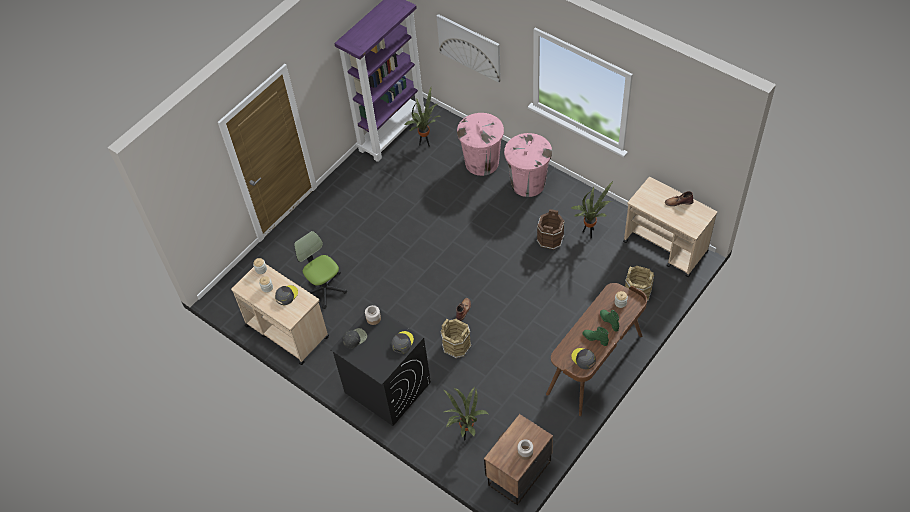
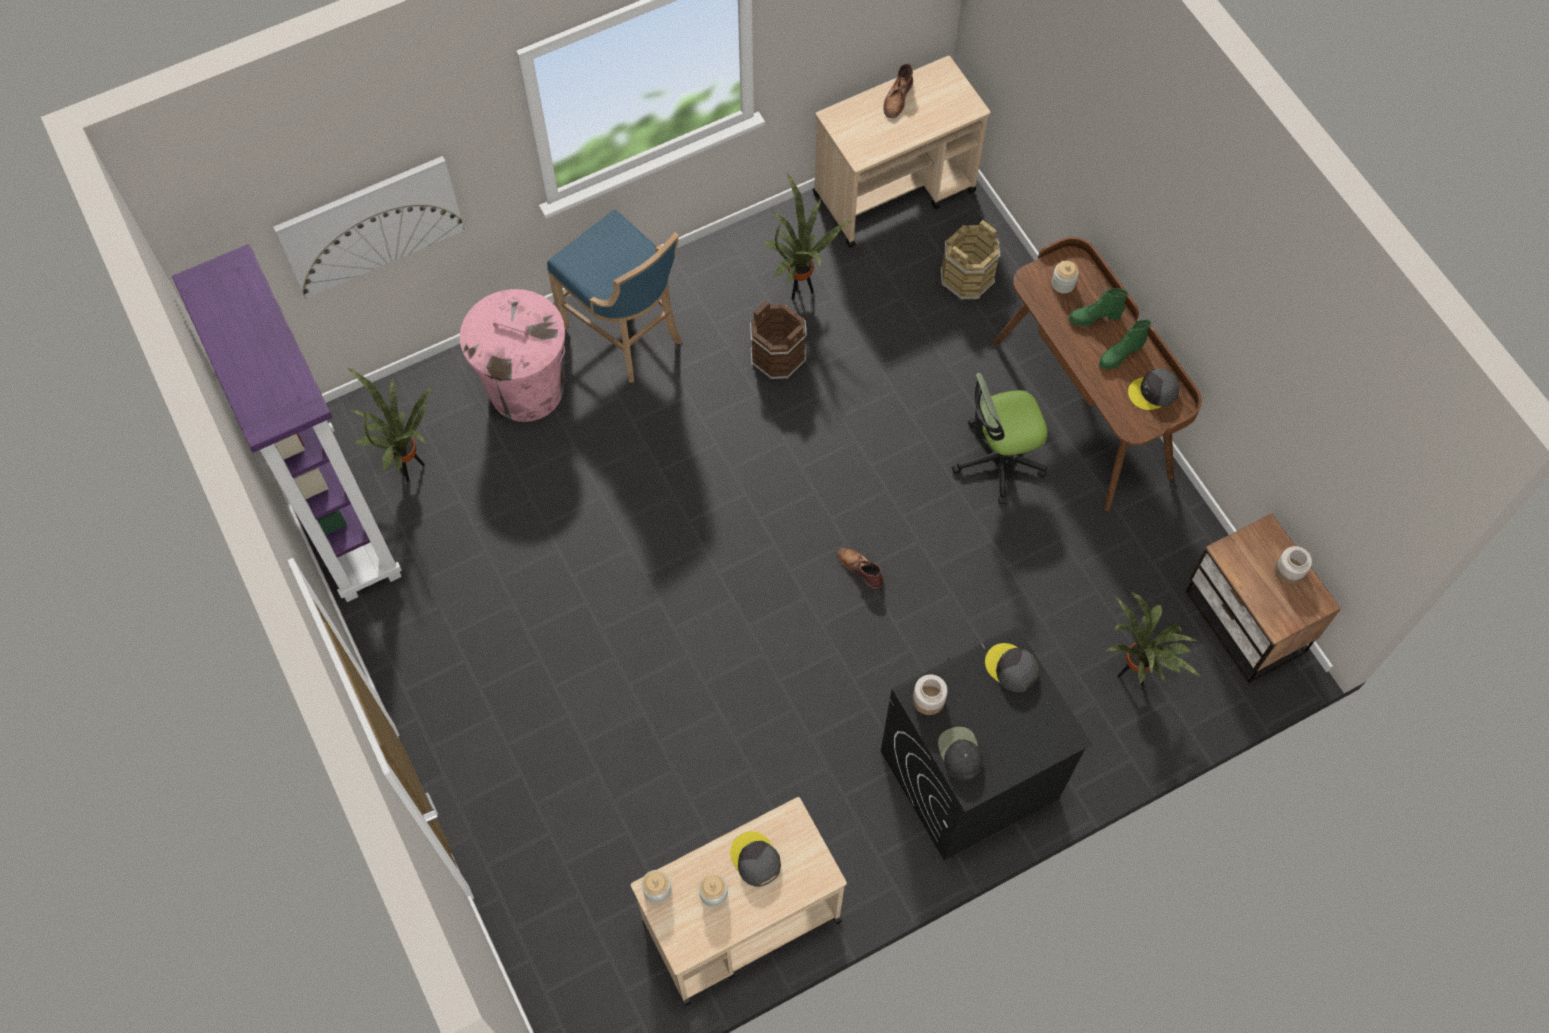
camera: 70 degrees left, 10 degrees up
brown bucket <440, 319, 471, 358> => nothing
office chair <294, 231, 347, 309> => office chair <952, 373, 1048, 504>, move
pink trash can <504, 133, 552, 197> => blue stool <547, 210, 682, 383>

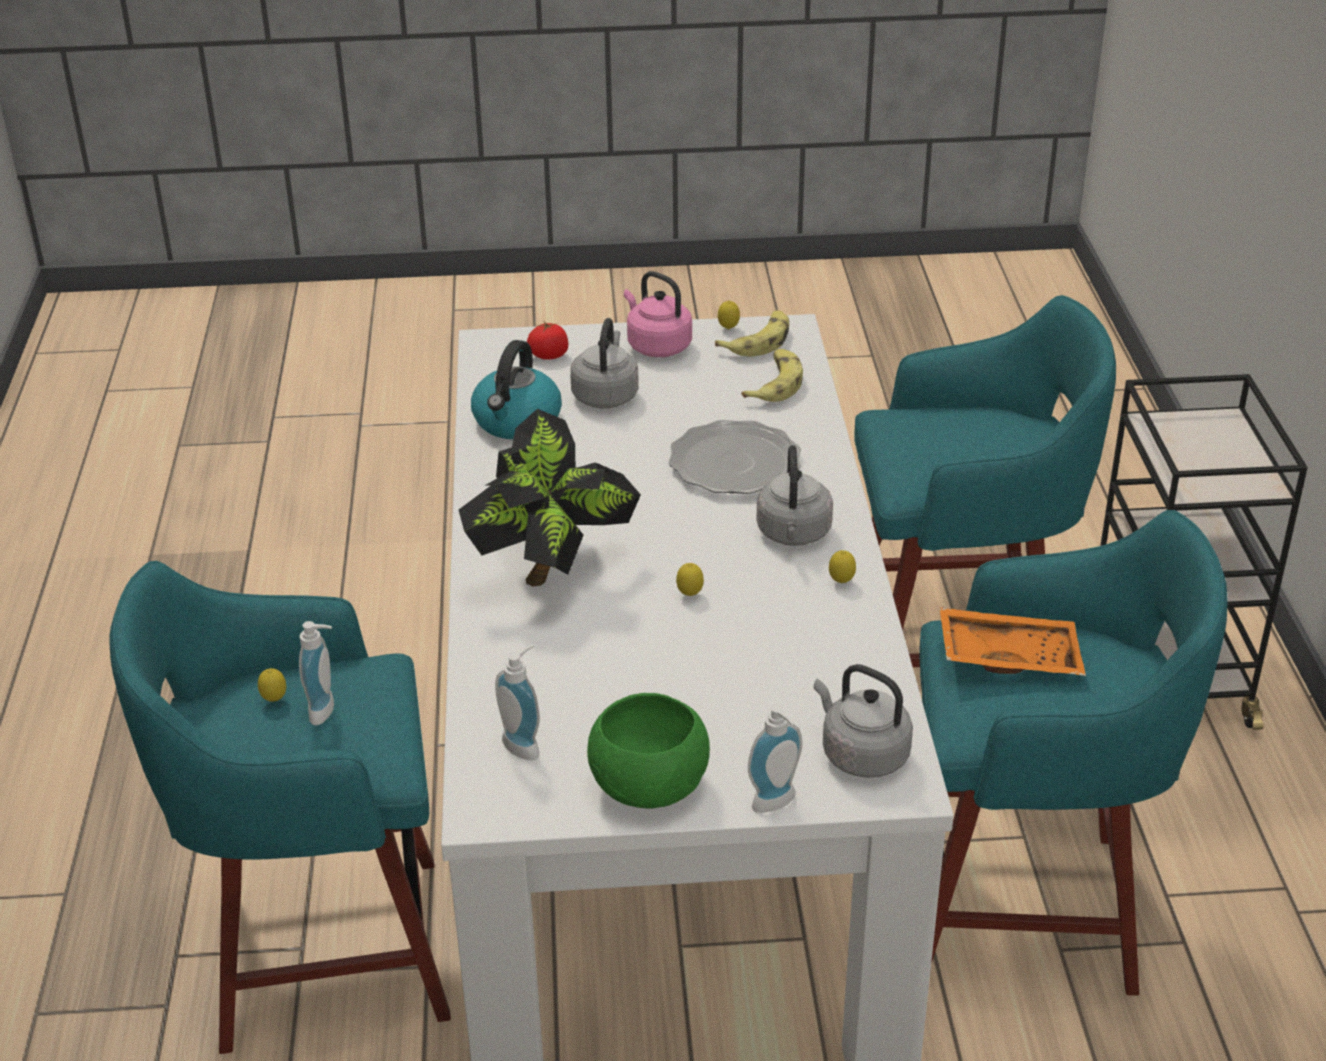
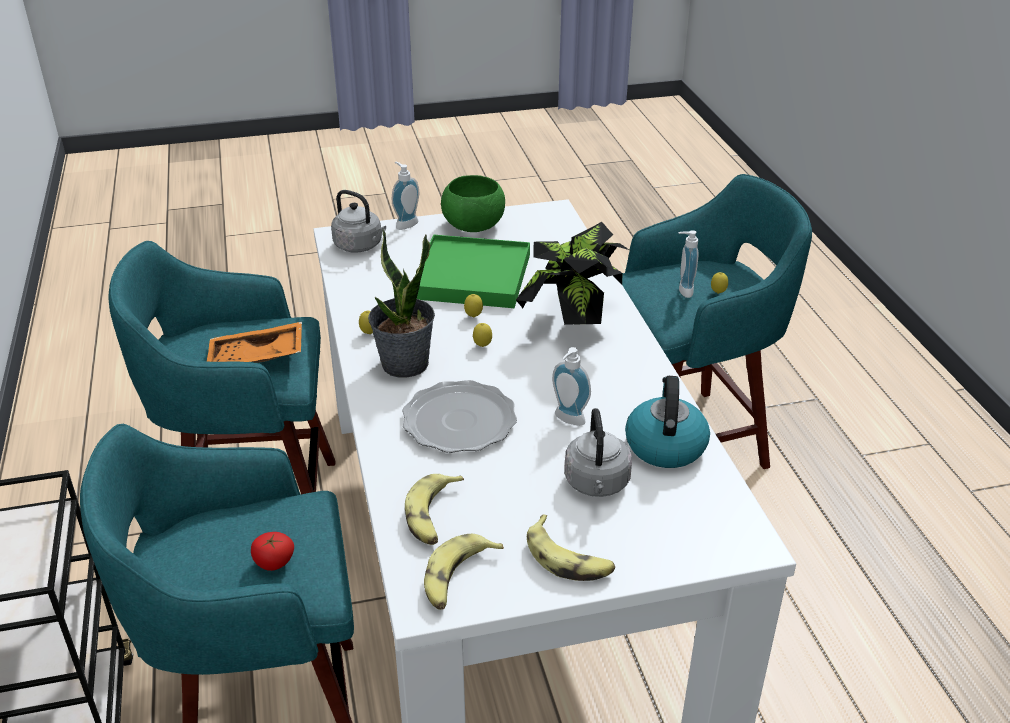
camera: 170 degrees right, 0 degrees up
nothing => green tray <415, 235, 530, 308>
soap dispenser <495, 644, 540, 760> => soap dispenser <552, 347, 591, 426>, move
tomato <527, 321, 568, 360> => tomato <251, 532, 294, 571>, move
lemon <718, 301, 740, 329> => lemon <473, 323, 492, 347>, move
pink kettle <624, 271, 692, 357> => banana <527, 515, 615, 581>
grey kettle <756, 445, 833, 546> => potted plant <368, 230, 435, 378>

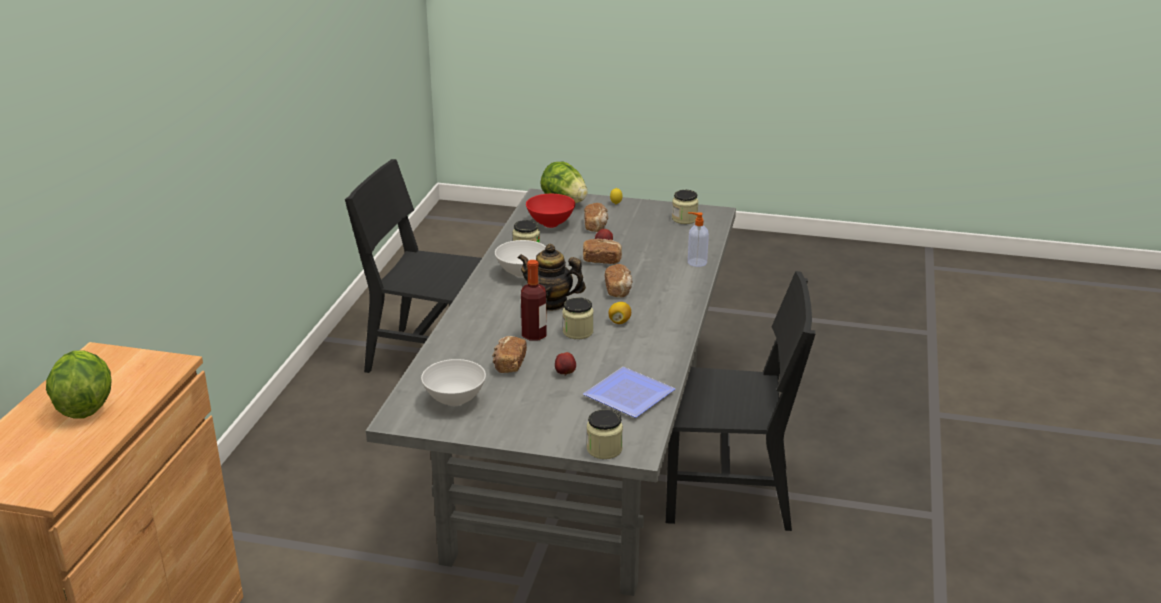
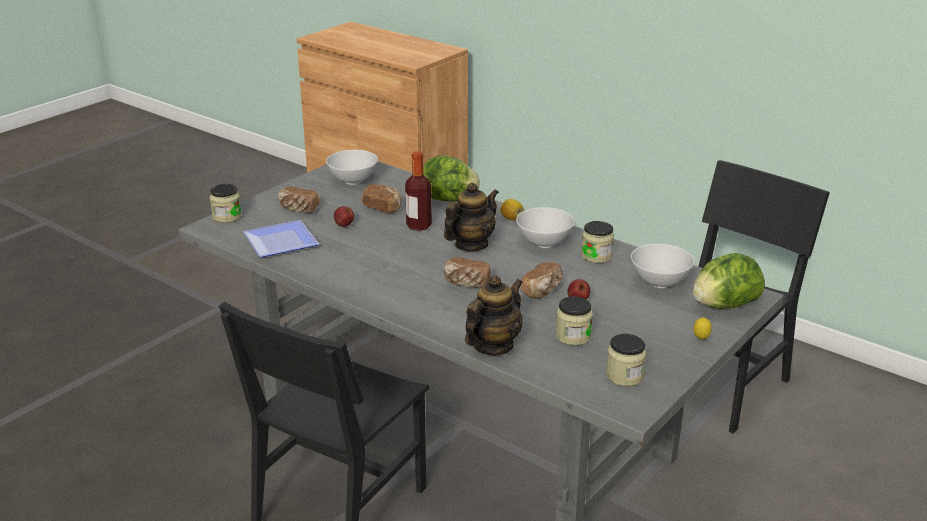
camera: 115 degrees right, 0 degrees up
lettuce <46, 351, 112, 419> => lettuce <423, 155, 480, 201>, move
jar <563, 297, 593, 339> => jar <556, 296, 593, 346>, move
bread <584, 203, 608, 232> => bread <278, 187, 320, 213>, move
lemon <608, 302, 631, 324> => lemon <500, 199, 524, 220>, move
soap dispenser <688, 212, 709, 267> => teapot <465, 275, 523, 355>
red bowl <526, 194, 575, 228> => white bowl <631, 244, 694, 288>

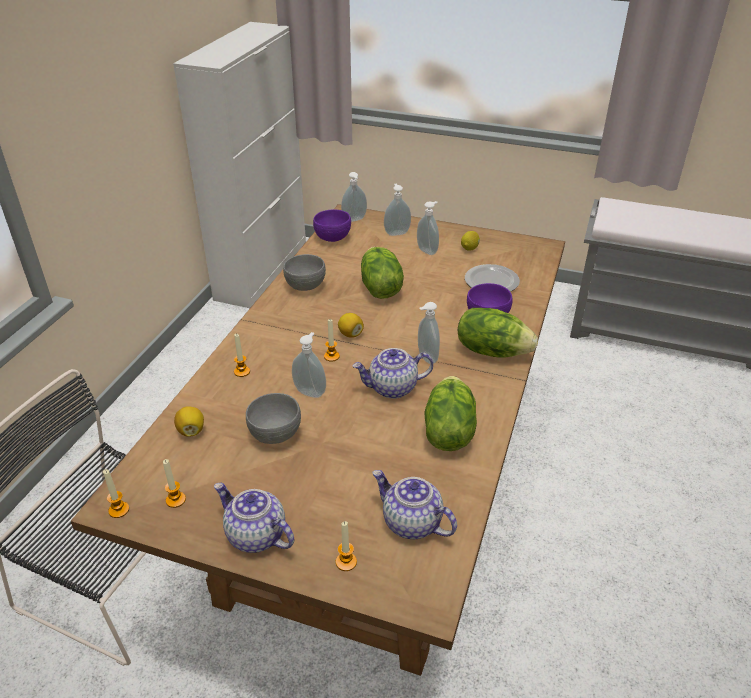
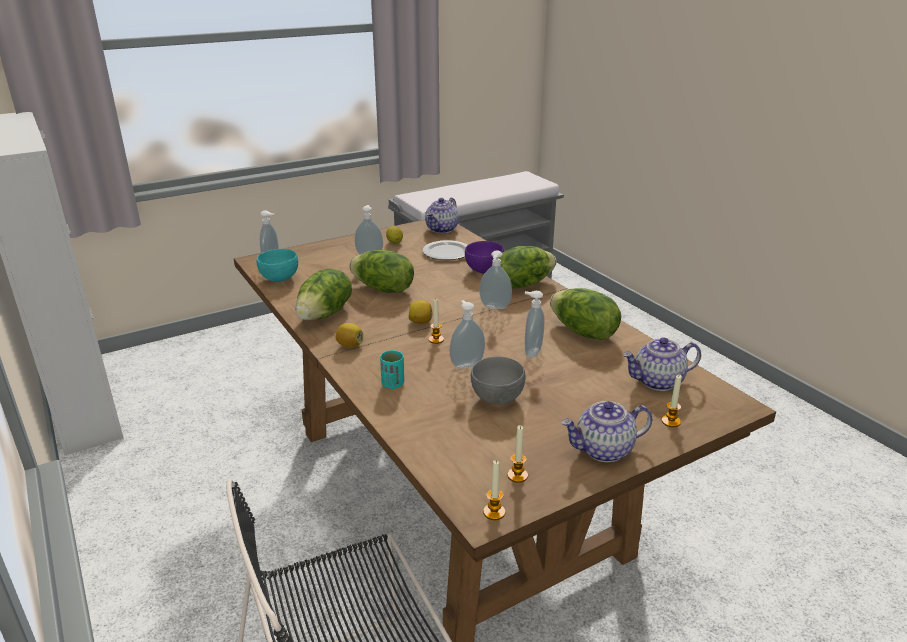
camera: 50 degrees left, 10 degrees down
lemon <174, 406, 204, 437> => lemon <335, 323, 363, 347>, move
teapot <352, 348, 433, 399> => teapot <425, 198, 459, 233>, move
soap dispenser <384, 184, 411, 236> => soap dispenser <525, 291, 544, 358>, move
candle <234, 333, 250, 377> => turquoise cup <380, 350, 404, 389>
grey bowl <283, 254, 326, 291> => lettuce <296, 269, 352, 320>
purple bowl <313, 210, 351, 242> => turquoise bowl <256, 249, 298, 282>

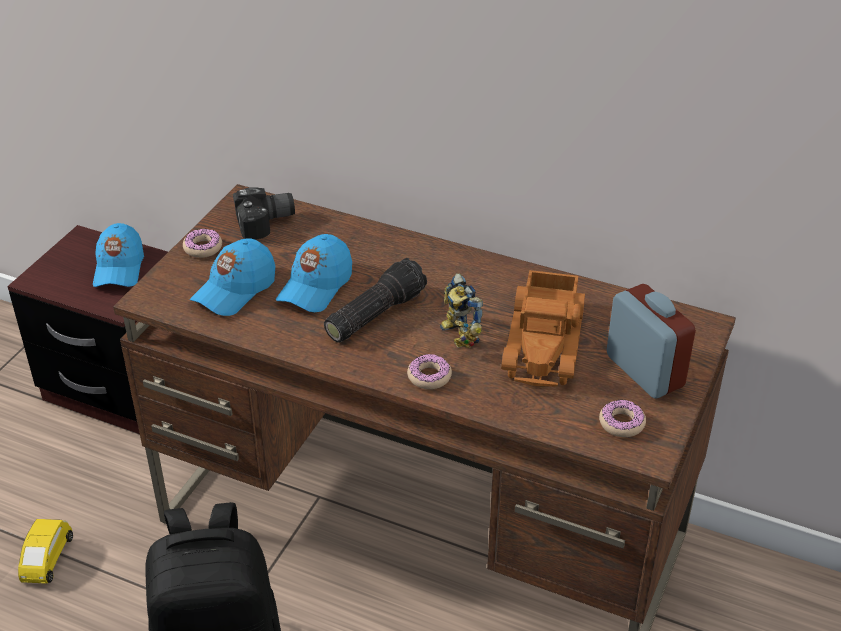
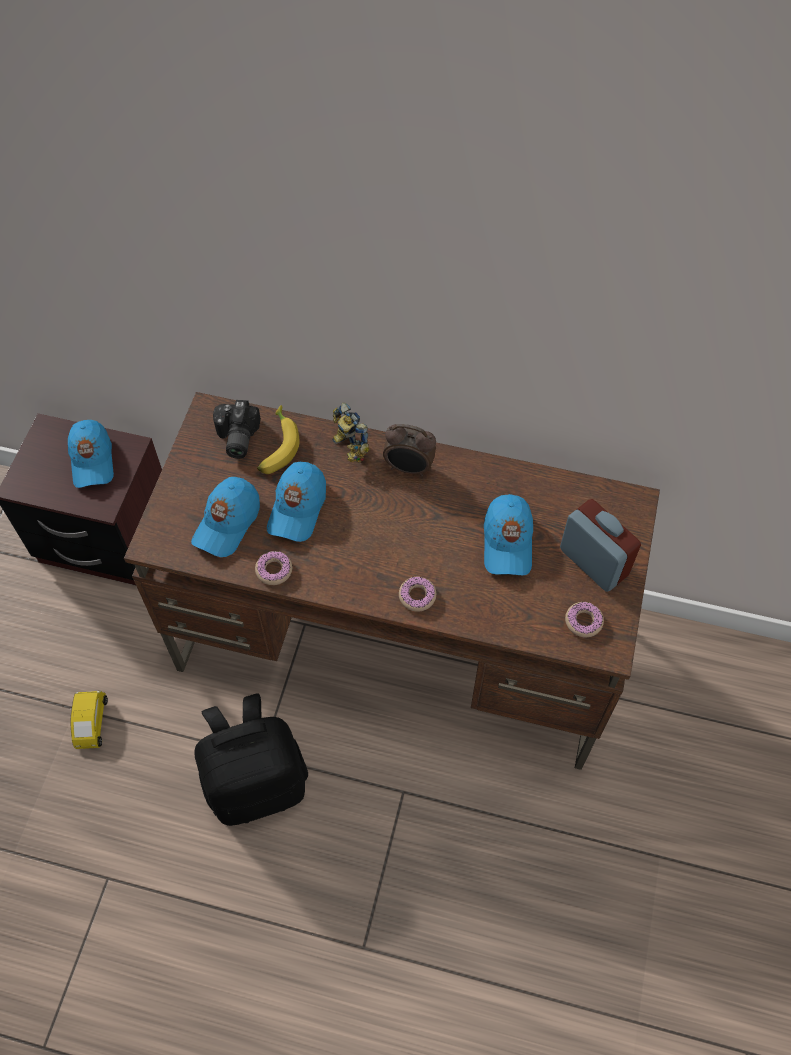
camera: 10 degrees left, 20 degrees up
flashlight <324, 258, 427, 343> => nothing
nothing => banana <257, 405, 300, 474>
nothing => alarm clock <383, 424, 436, 476>
donut <183, 229, 222, 258> => donut <255, 551, 292, 585>, move
toy robot <440, 273, 483, 348> => toy robot <333, 403, 370, 463>, move
toy truck <501, 270, 585, 386> => blue cap <484, 494, 533, 575>
photo camera <233, 187, 295, 240> => photo camera <213, 400, 261, 459>, 120 degrees clockwise

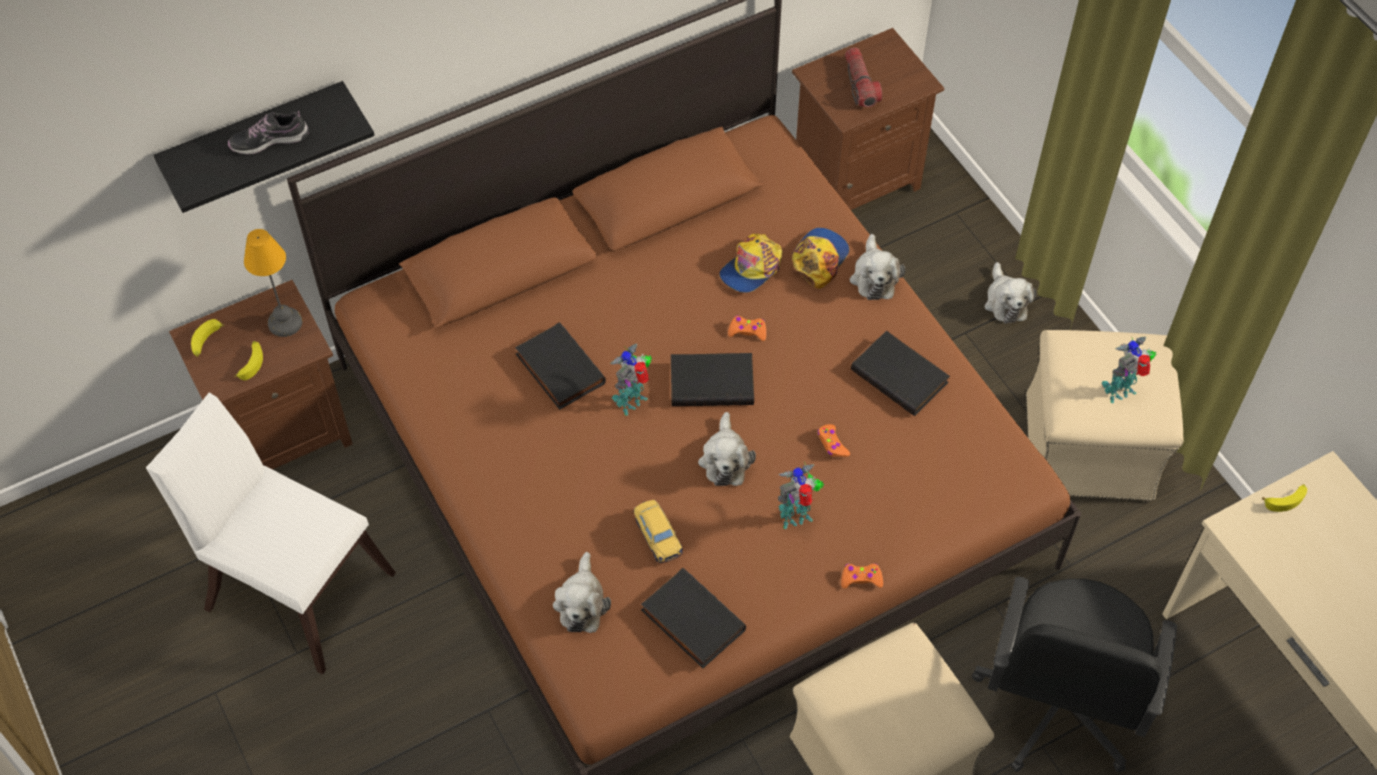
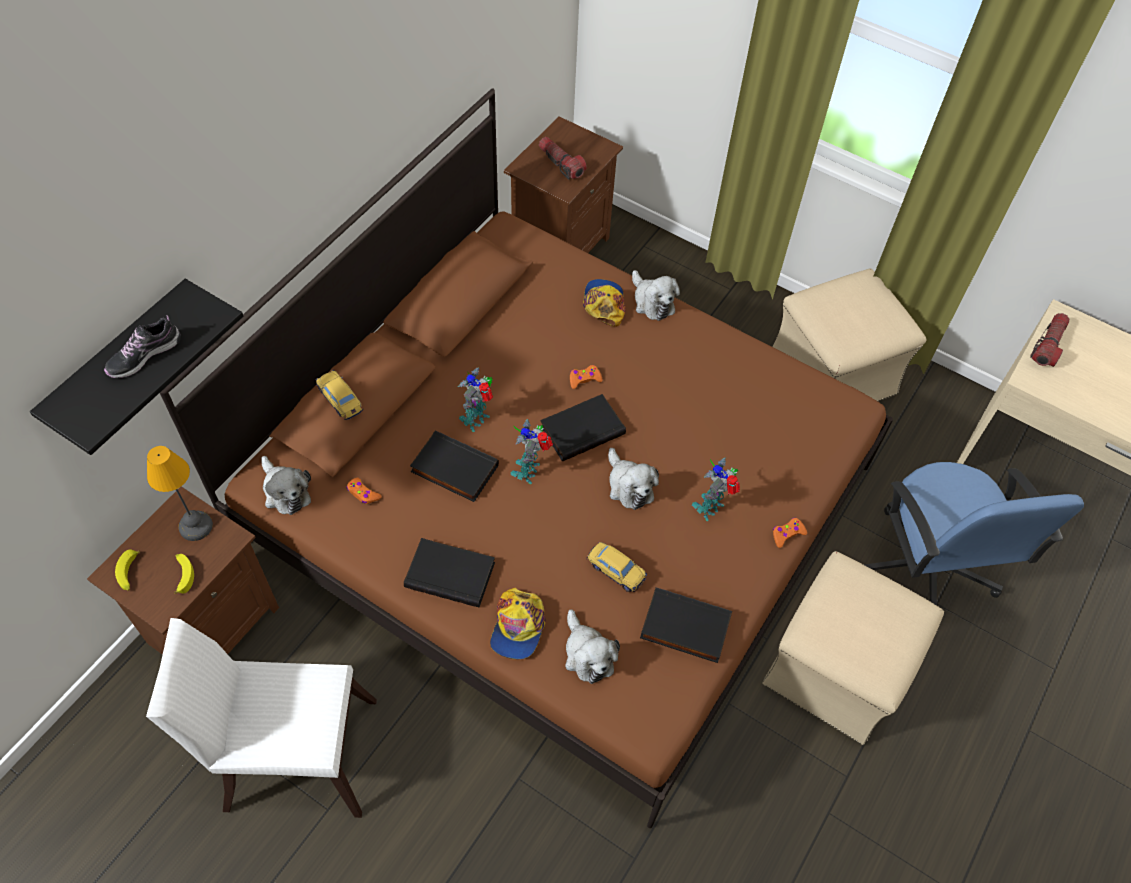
camera: 30 degrees left, 0 degrees up
nothing => toy car <316, 370, 363, 420>
cap <719, 234, 782, 293> => cap <490, 588, 546, 659>, move
orange game controller <818, 424, 850, 457> => orange game controller <346, 478, 382, 504>, move
black book <851, 330, 950, 416> => black book <404, 538, 495, 607>, move
plush toy <984, 262, 1036, 324> => plush toy <261, 456, 311, 515>, move
toy robot <1101, 337, 1157, 403> => toy robot <458, 367, 493, 432>, move
banana <1262, 484, 1307, 512> => flashlight <1030, 313, 1070, 367>
black office chair <972, 577, 1177, 772> => blue office chair <864, 462, 1084, 606>

